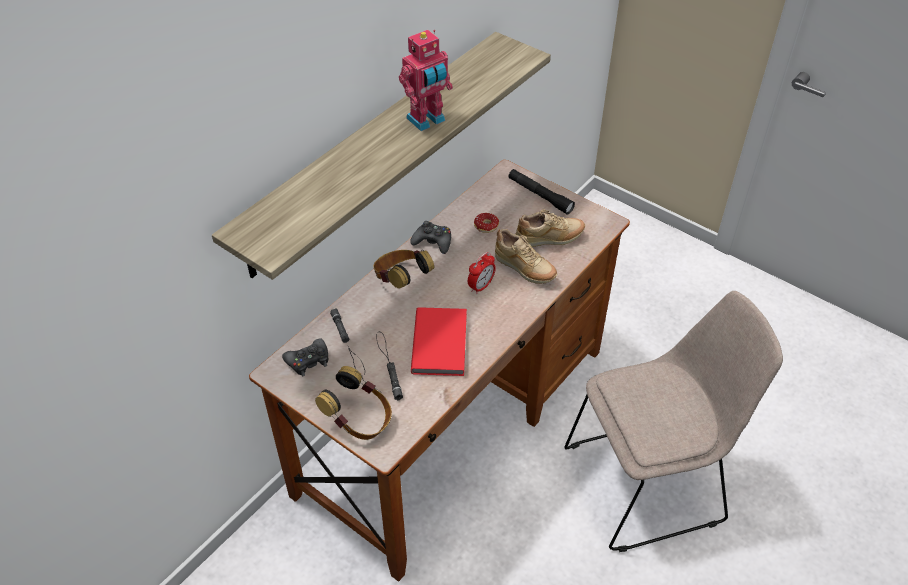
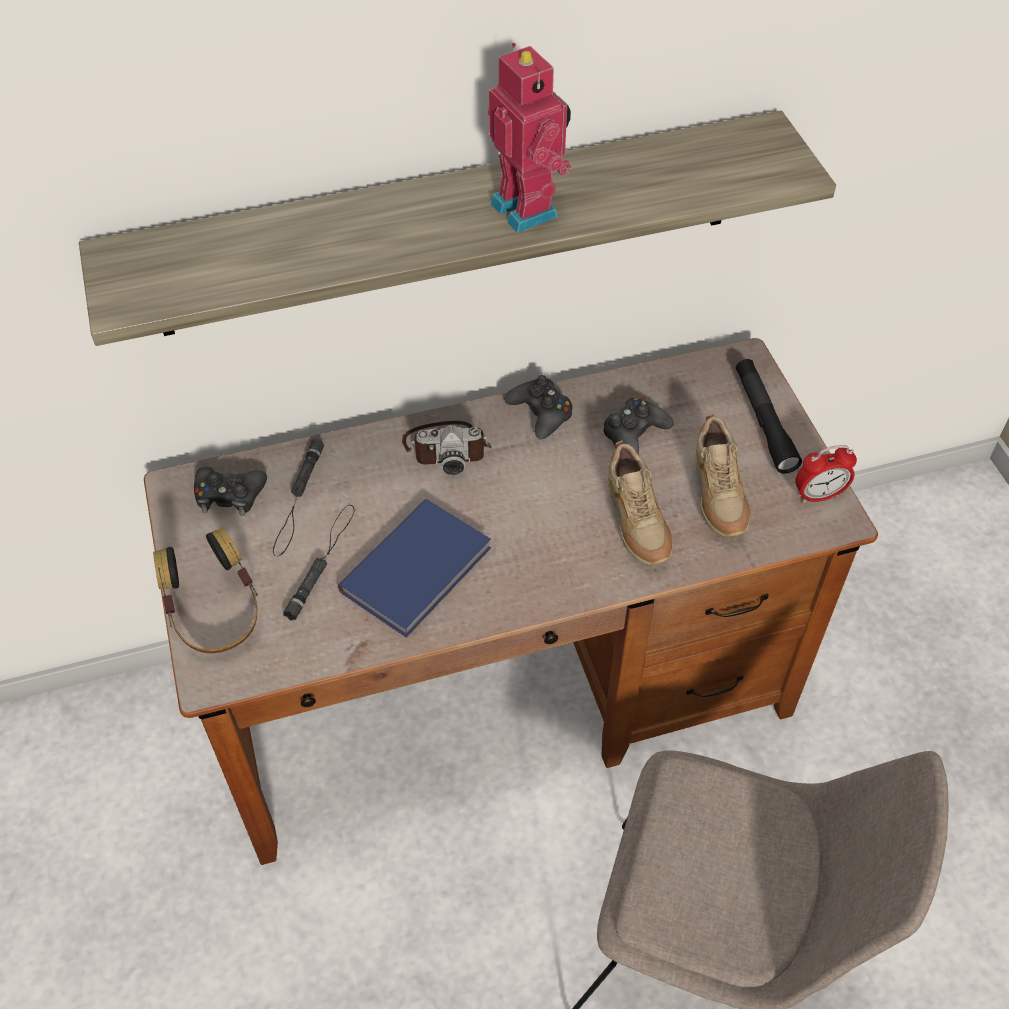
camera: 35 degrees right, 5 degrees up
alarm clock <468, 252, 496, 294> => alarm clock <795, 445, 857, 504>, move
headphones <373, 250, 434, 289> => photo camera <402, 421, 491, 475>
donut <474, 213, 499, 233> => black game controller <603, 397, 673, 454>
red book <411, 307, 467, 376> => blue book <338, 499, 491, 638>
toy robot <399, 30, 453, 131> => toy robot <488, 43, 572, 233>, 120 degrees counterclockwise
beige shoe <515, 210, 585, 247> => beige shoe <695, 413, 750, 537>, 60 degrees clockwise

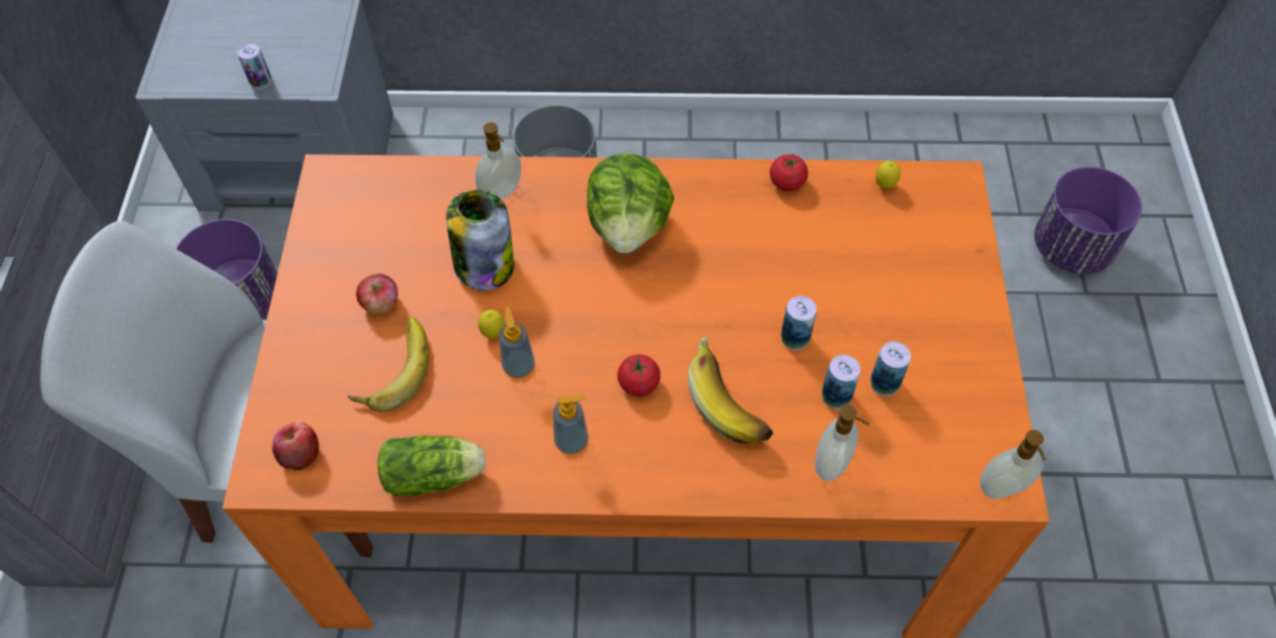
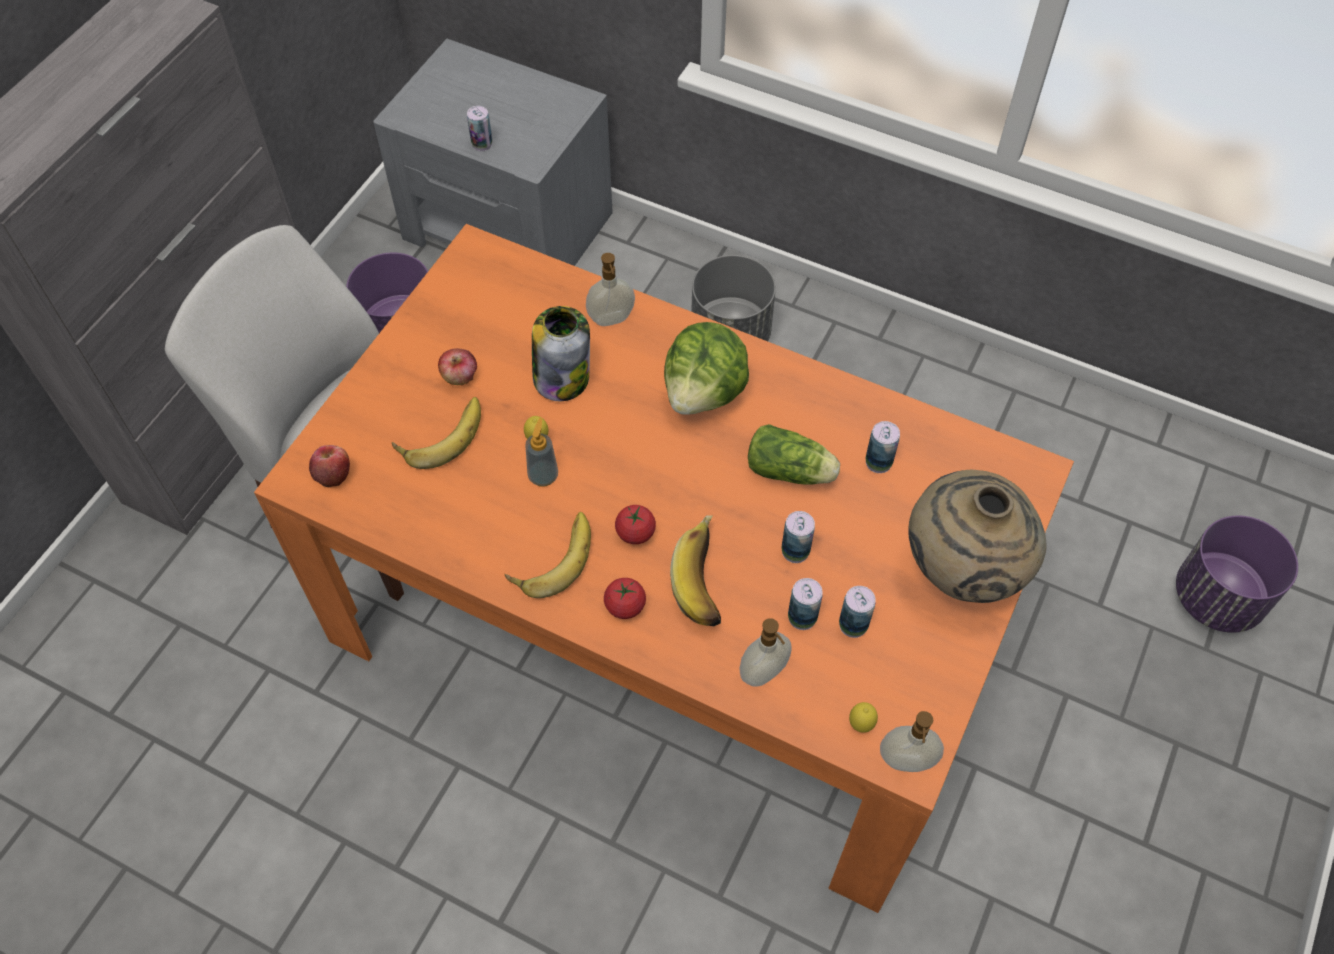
camera: 25 degrees right, 0 degrees up
nothing => can <866, 421, 900, 473>
nothing => beige vase <908, 470, 1047, 603>
lettuce <378, 435, 486, 497> => lettuce <748, 424, 840, 485>, move
tomato <770, 154, 808, 191> => tomato <604, 578, 646, 619>, move
lemon <875, 161, 901, 189> => lemon <849, 702, 878, 733>, move
soap dispenser <553, 395, 588, 454> => banana <505, 512, 591, 598>

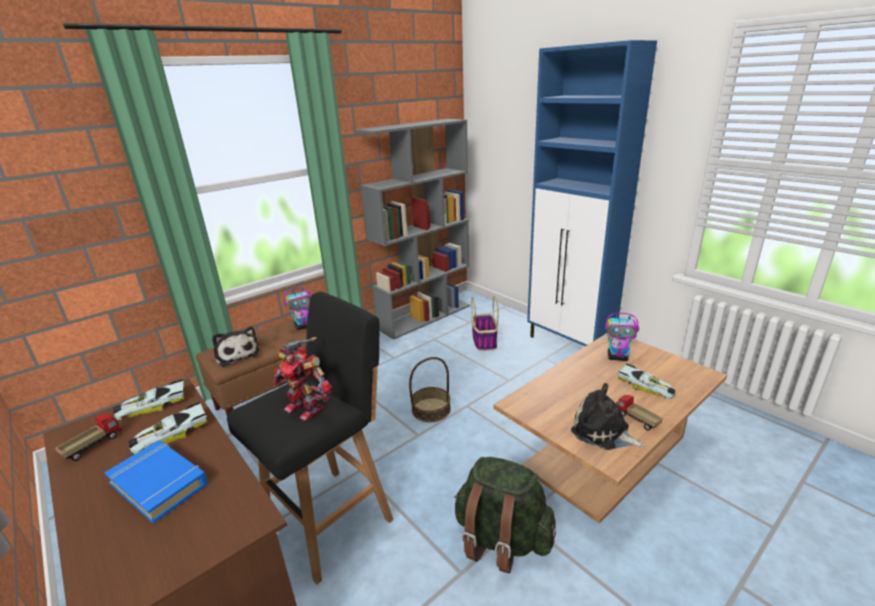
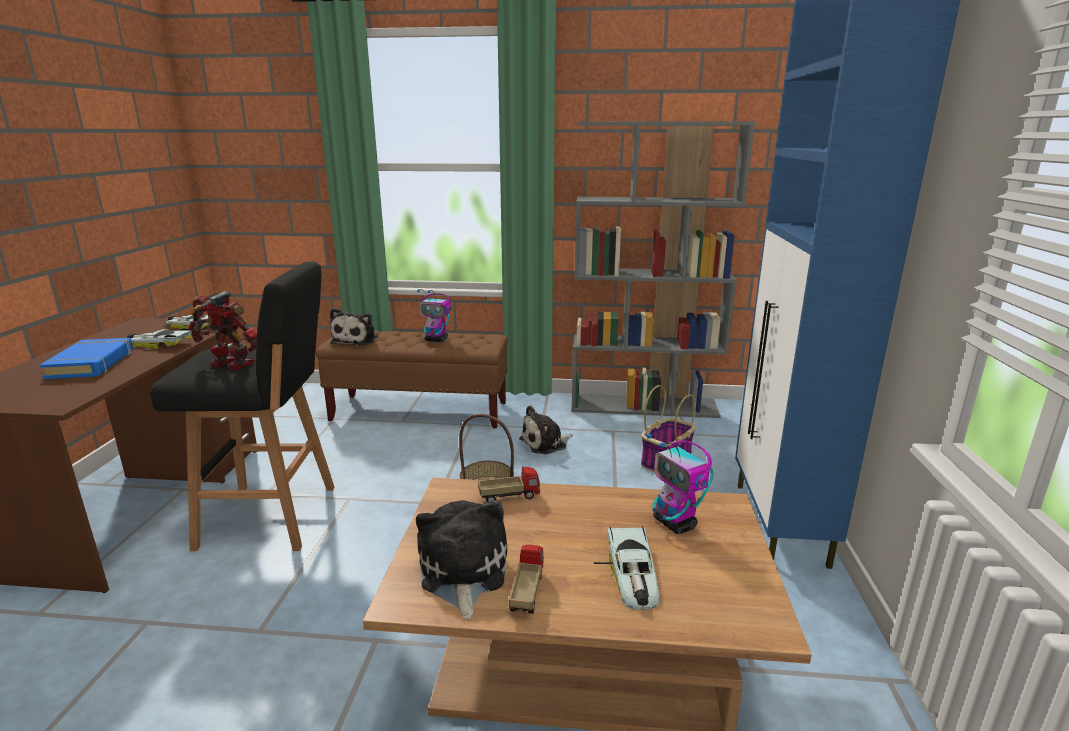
camera: 45 degrees right, 5 degrees down
green backpack <454, 457, 556, 573> => nothing
nothing => plush toy <519, 405, 573, 455>
toy truck <55, 414, 122, 461> => toy truck <478, 467, 540, 502>, move
toy robot <272, 337, 332, 421> => toy robot <188, 291, 257, 370>, 120 degrees clockwise

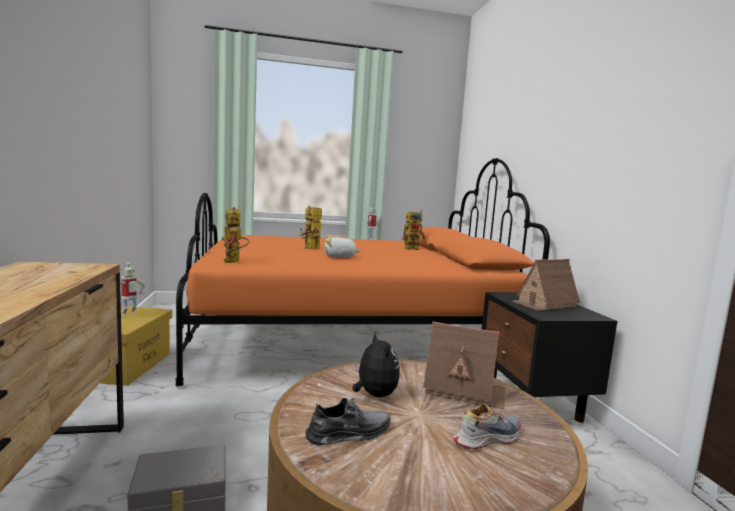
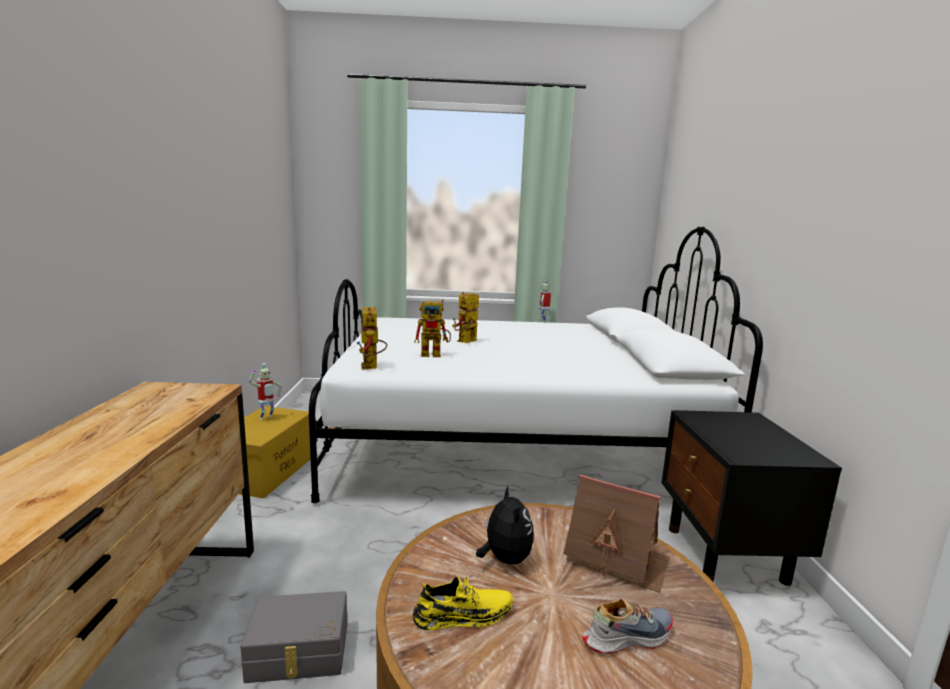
camera: 10 degrees right, 5 degrees up
plush toy <324, 235, 361, 258> => nothing
toy house <513, 259, 580, 311> => nothing
toy robot <402, 210, 425, 250> => toy robot <414, 299, 451, 357>, move
orange bed <175, 158, 550, 387> => white bed <309, 227, 763, 503>
grey shoe <306, 398, 391, 446> => yellow shoe <413, 575, 513, 630>

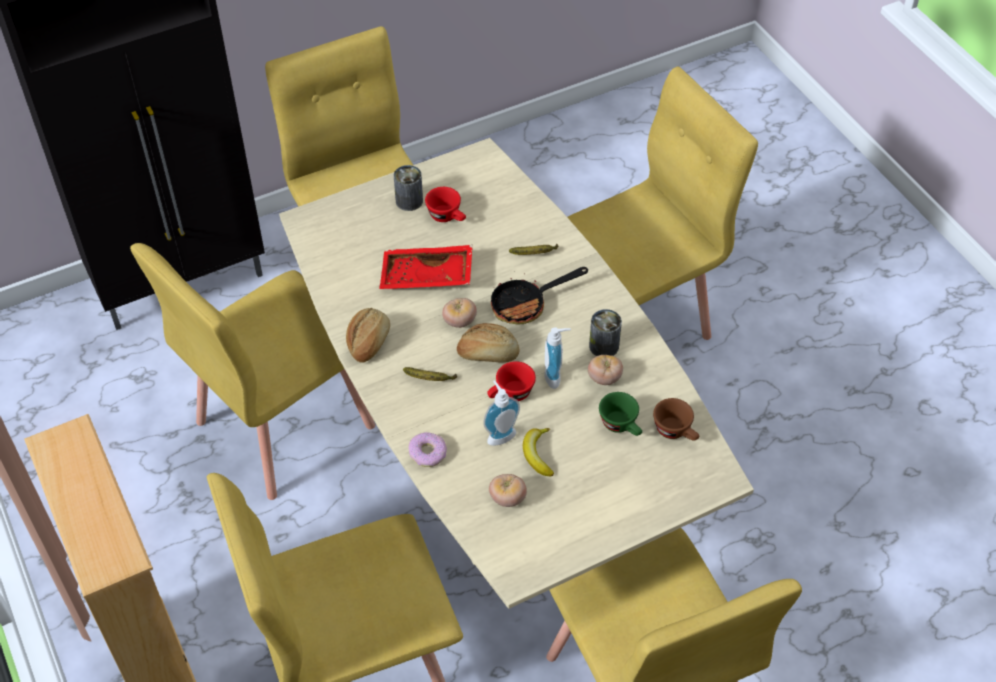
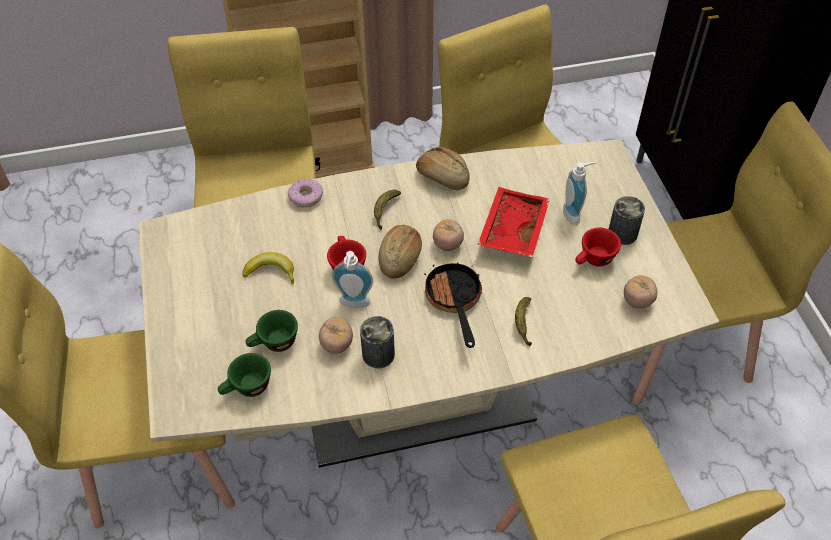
camera: 105 degrees right, 0 degrees up
soap dispenser <483, 380, 520, 446> => soap dispenser <563, 162, 595, 225>, move
tomato <489, 474, 527, 507> => tomato <624, 275, 657, 308>, move
brown cup <653, 398, 699, 441> => green cup <218, 353, 271, 397>

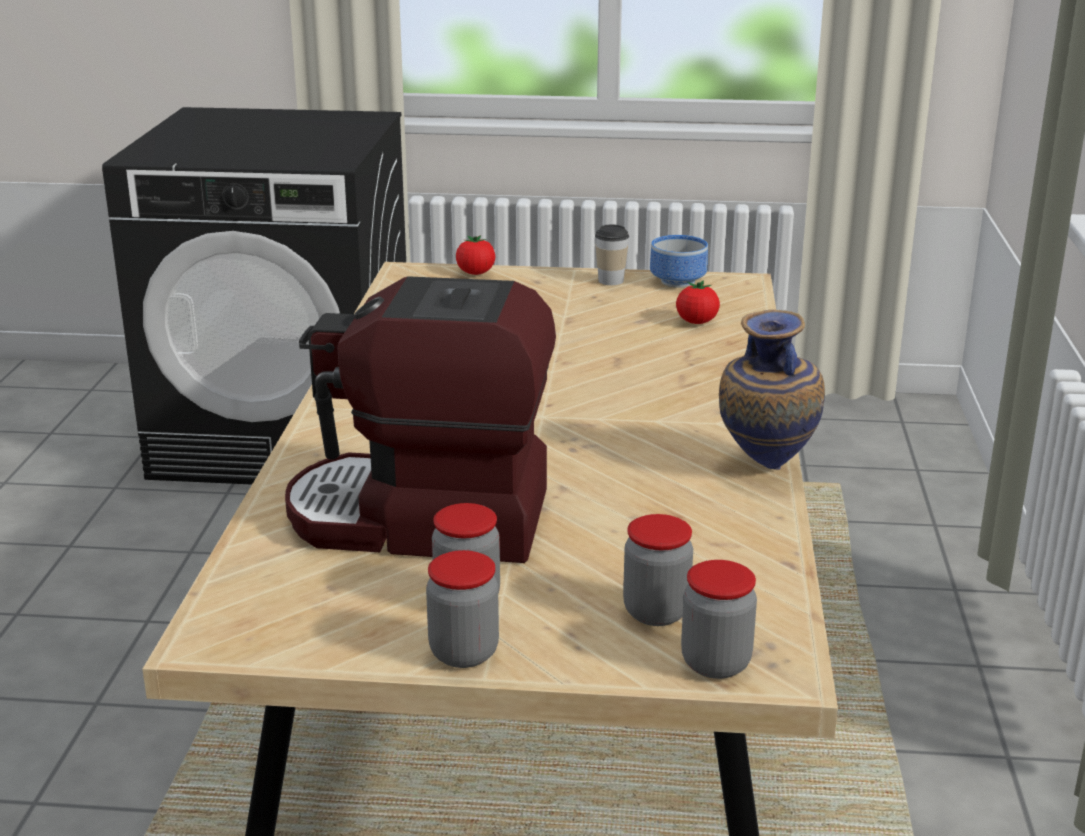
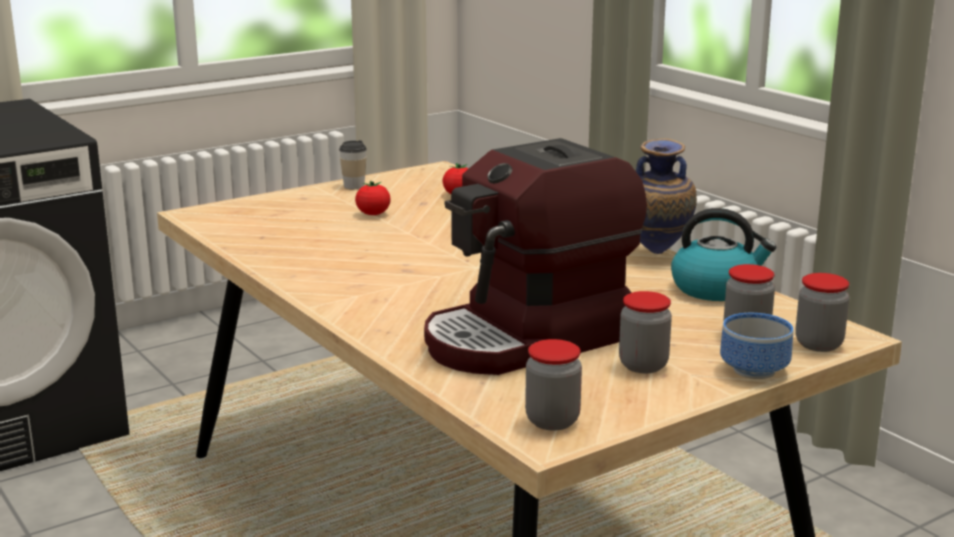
camera: 40 degrees left, 5 degrees down
nothing => kettle <671, 208, 776, 301>
jar <426, 550, 499, 668> => jar <525, 339, 582, 431>, move
tomato <456, 235, 495, 275> => tomato <355, 180, 391, 215>, move
bowl <650, 235, 708, 288> => bowl <720, 313, 793, 379>, move

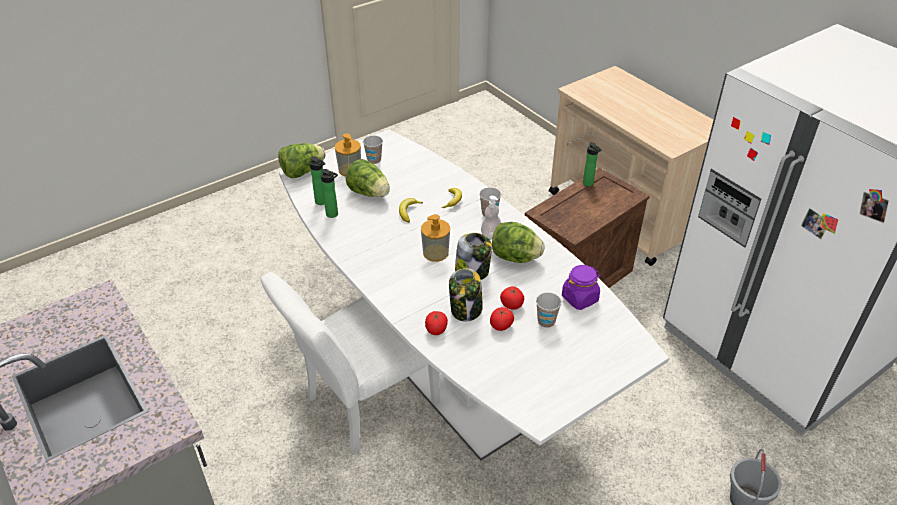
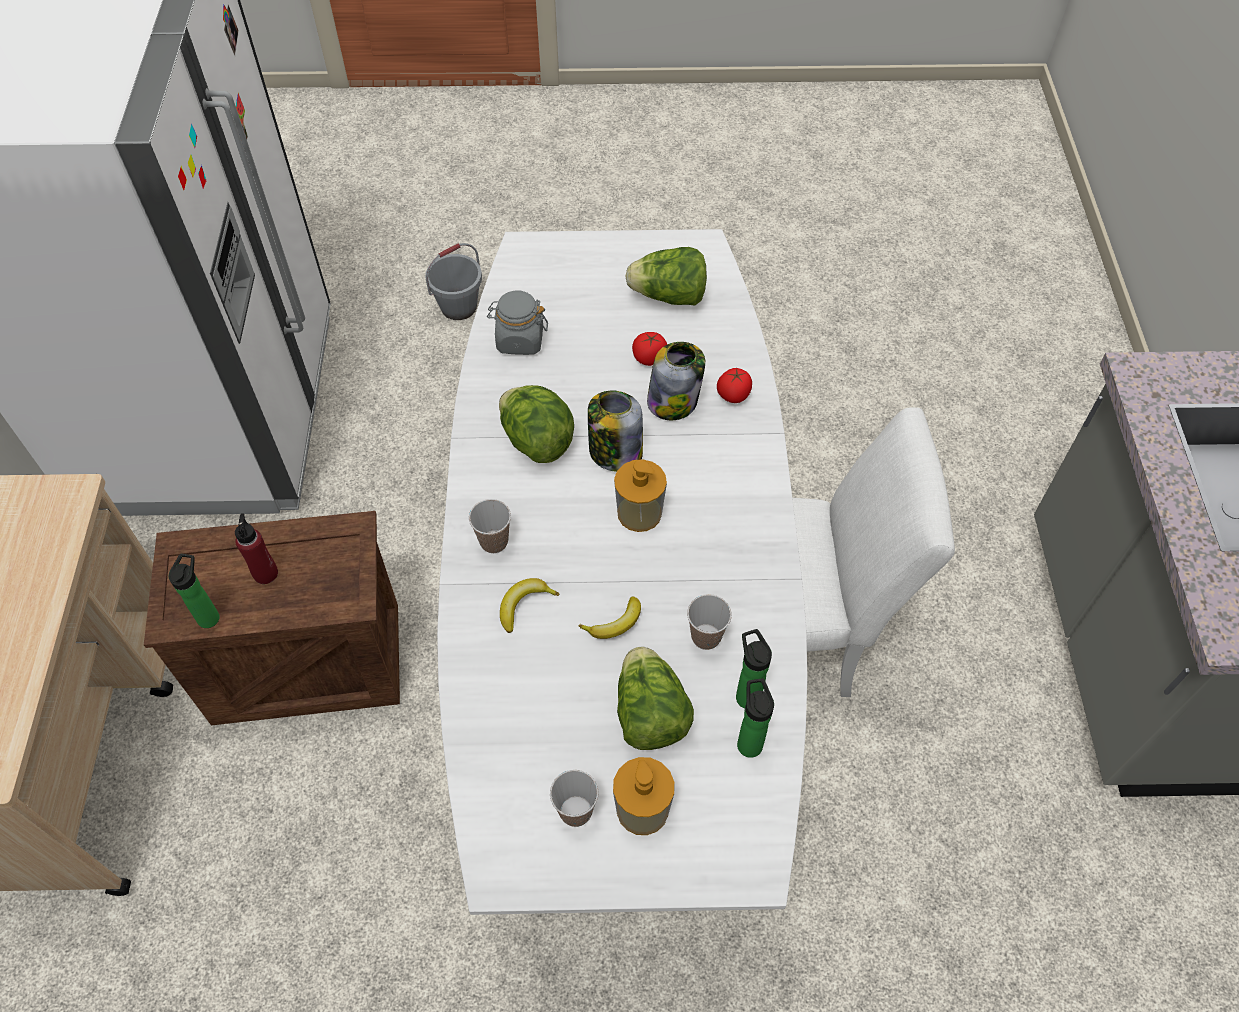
camera: 145 degrees left, 15 degrees up
soap dispenser <481, 196, 501, 240> => nothing
tomato <500, 287, 524, 310> => nothing
nothing => red bottle <235, 513, 278, 584>
lettuce <278, 143, 326, 178> => lettuce <626, 247, 707, 306>, move
cup <536, 292, 562, 328> => cup <687, 594, 732, 650>, move
purple jar <562, 265, 601, 310> => grey jar <487, 291, 548, 355>

